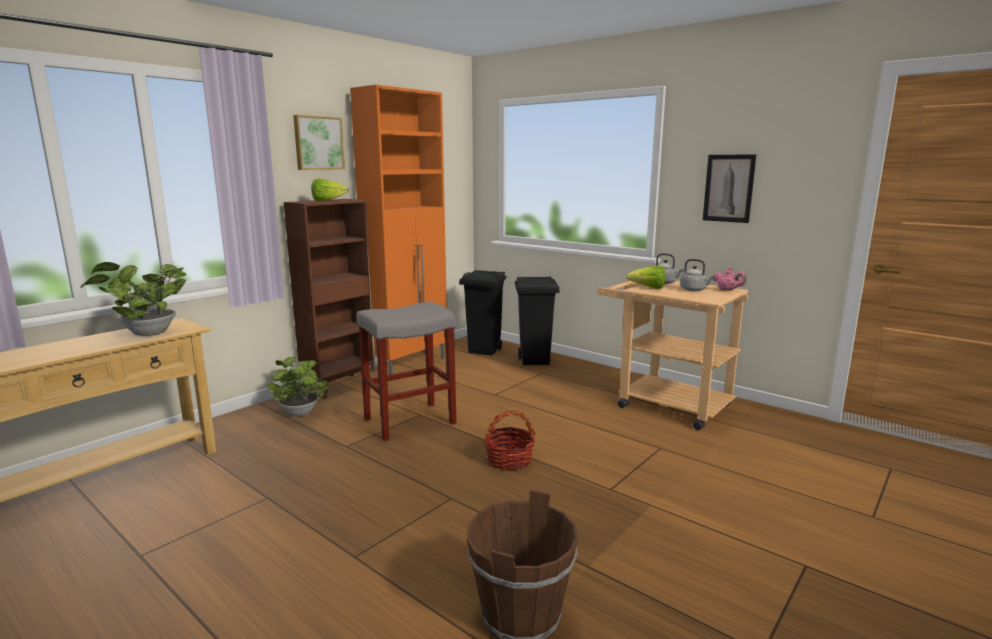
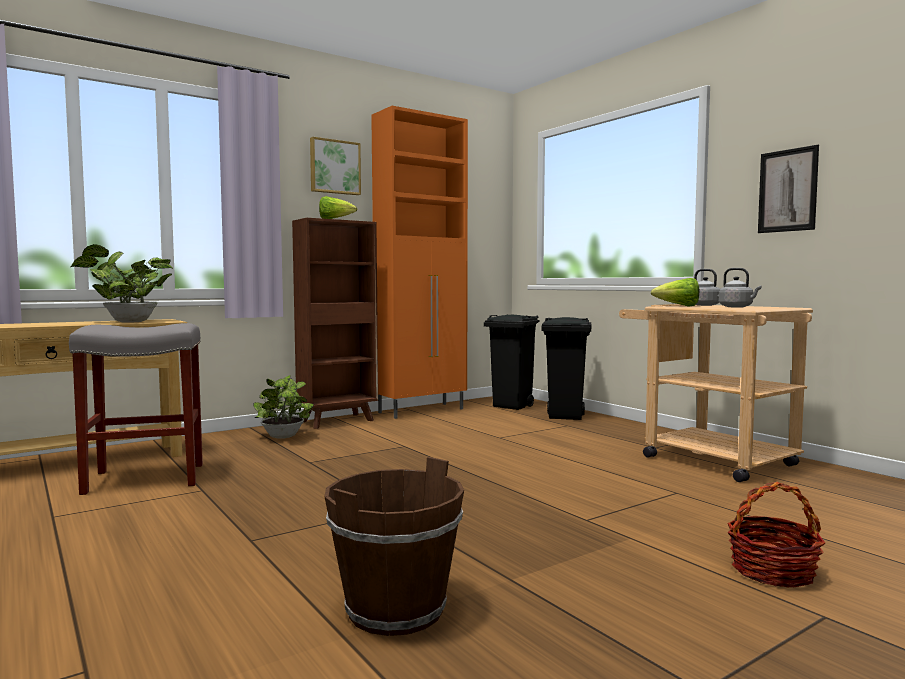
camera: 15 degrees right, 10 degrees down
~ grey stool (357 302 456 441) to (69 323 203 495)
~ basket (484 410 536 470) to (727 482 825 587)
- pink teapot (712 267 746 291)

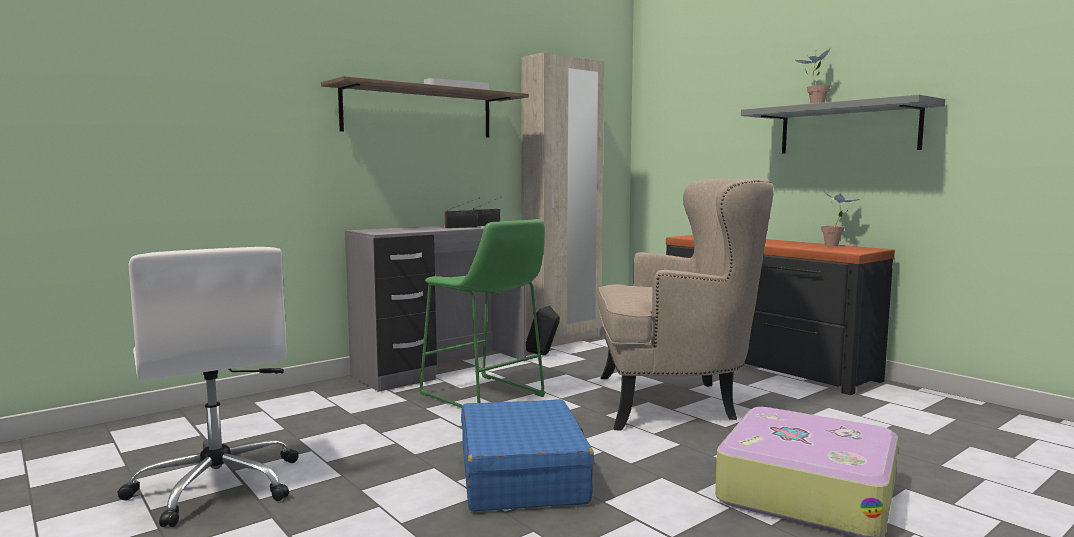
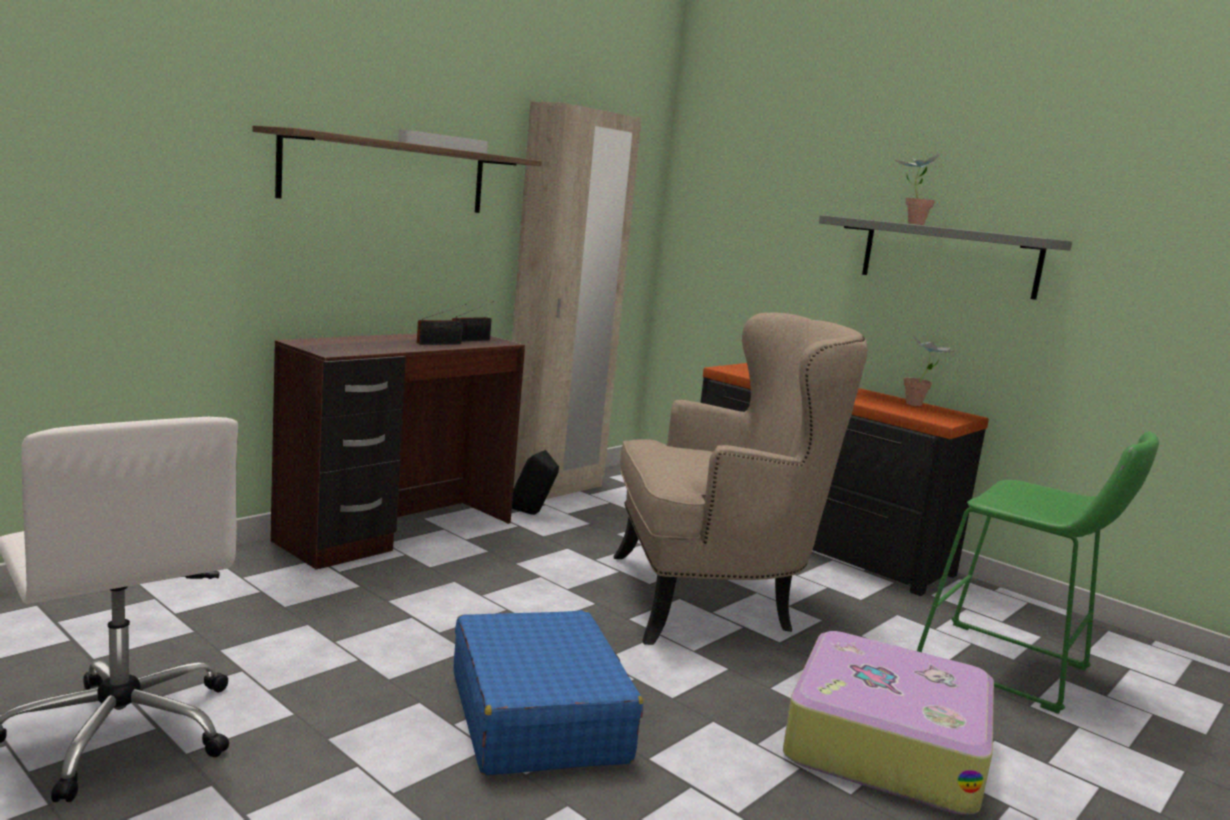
camera: 10 degrees left, 5 degrees up
~ grey desk (345 225 526 392) to brown desk (270 333 525 570)
~ green stool (419 219 546 408) to (916 431 1159 714)

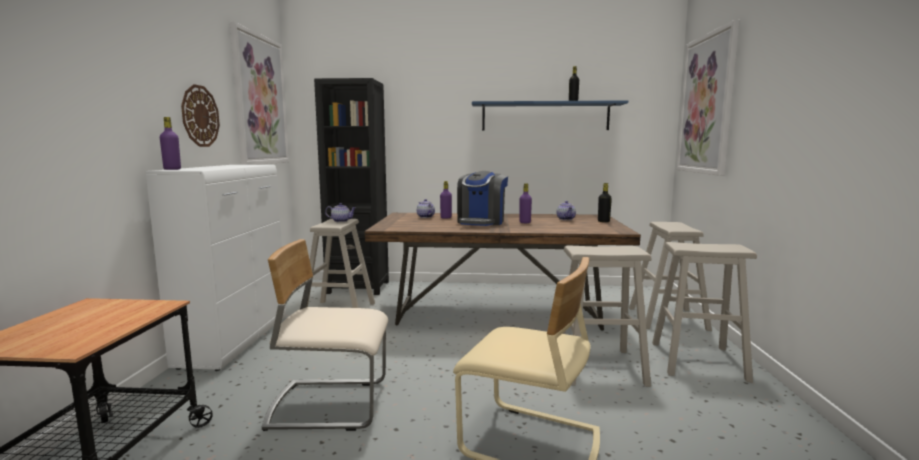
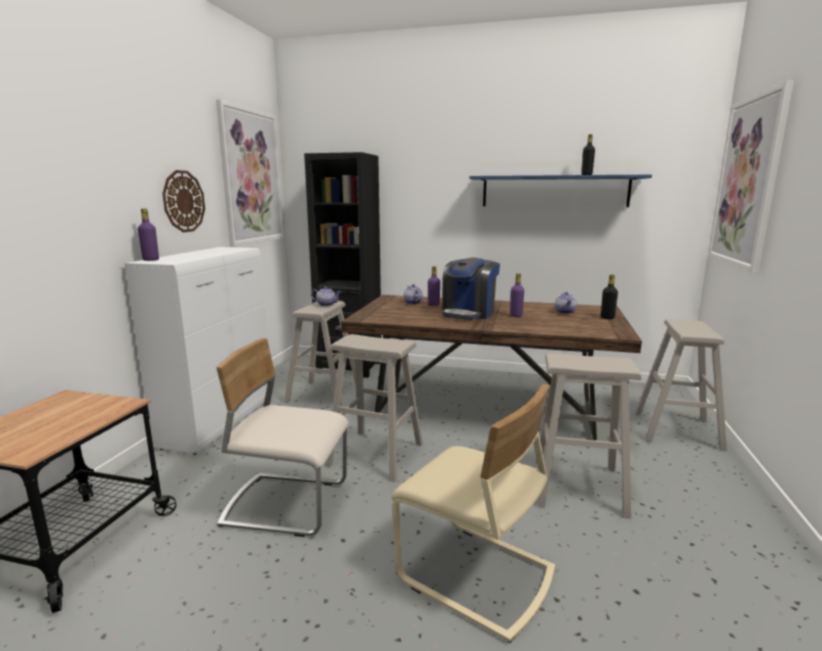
camera: 10 degrees right, 5 degrees up
~ beige stool (652 242 757 383) to (325 334 423 482)

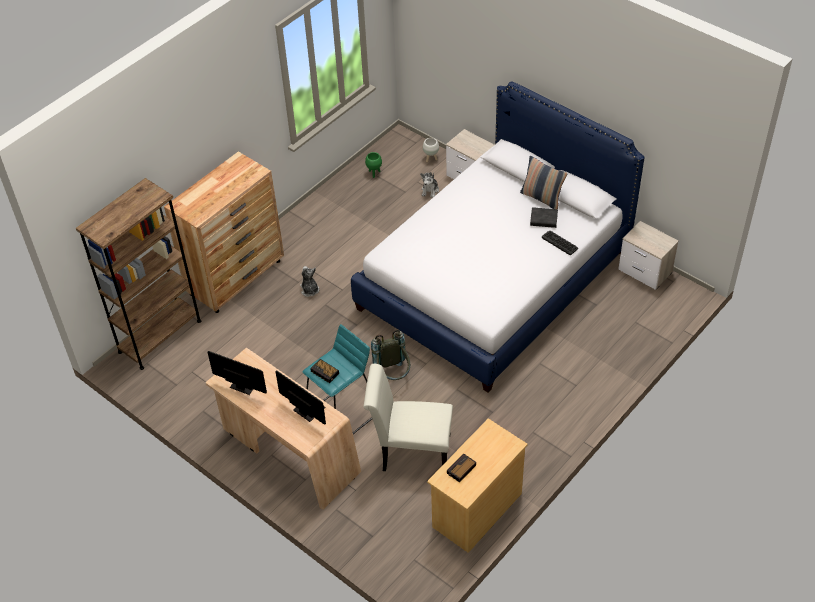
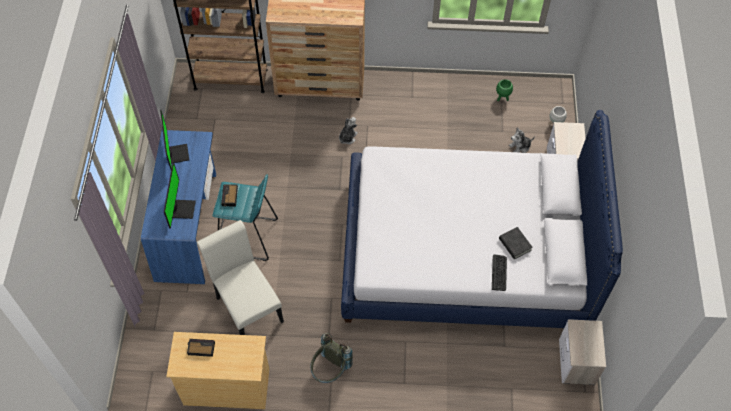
camera: 50 degrees right, 10 degrees up
~ beige desk (205 348 361 510) to blue desk (141 130 216 284)
~ grey backpack (371 330 410 380) to (310 333 353 383)
- pillow (520 156 567 209)

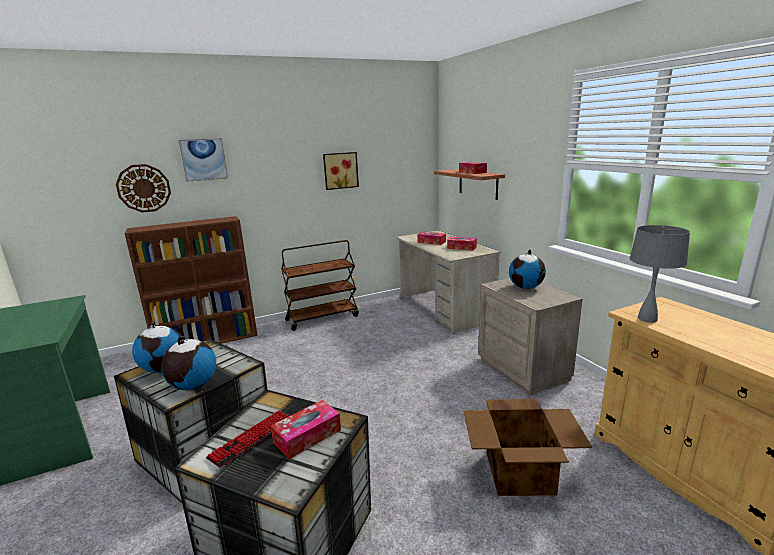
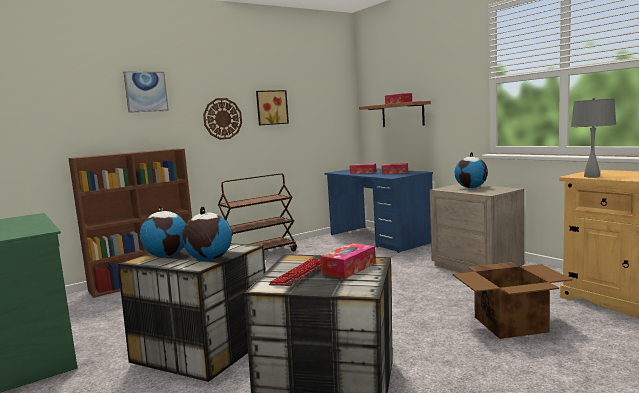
camera: 10 degrees left, 10 degrees down
~ wall clock (116 164 171 213) to (203 98 242 140)
~ beige desk (396 230 501 334) to blue desk (324 168 433 253)

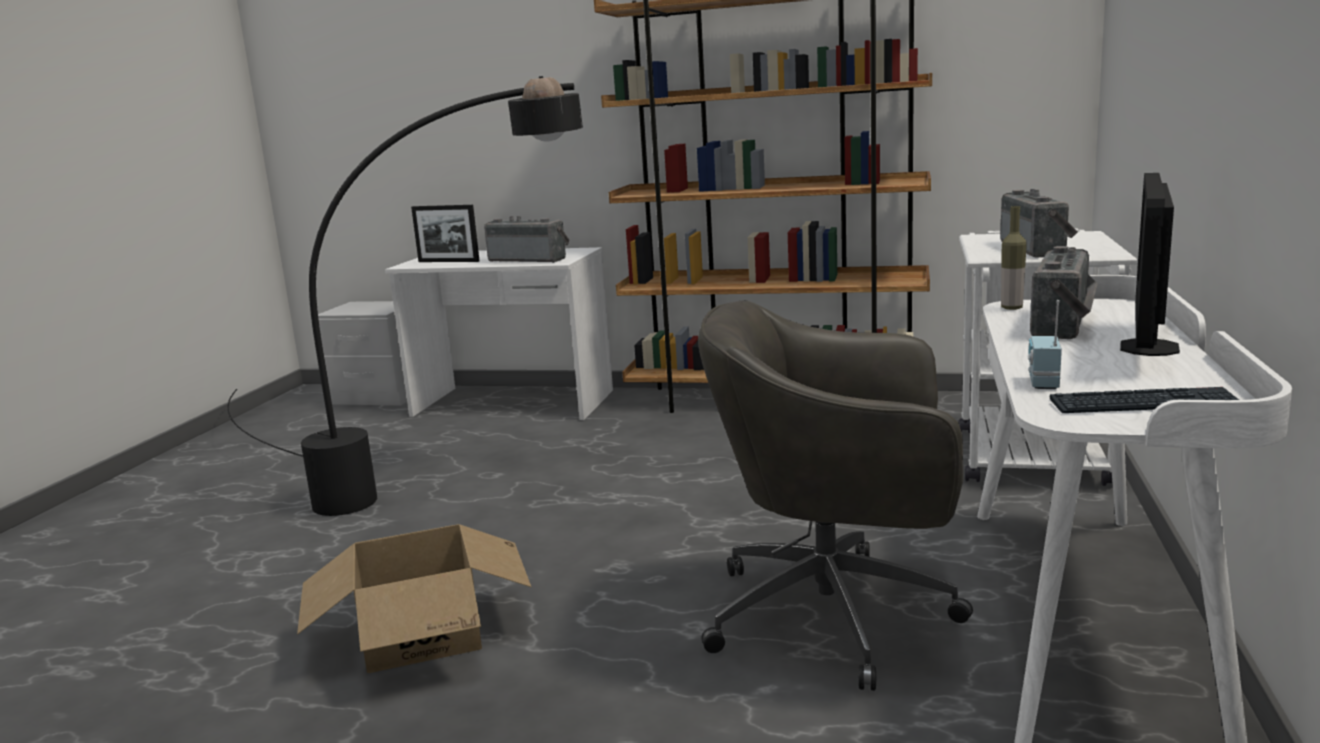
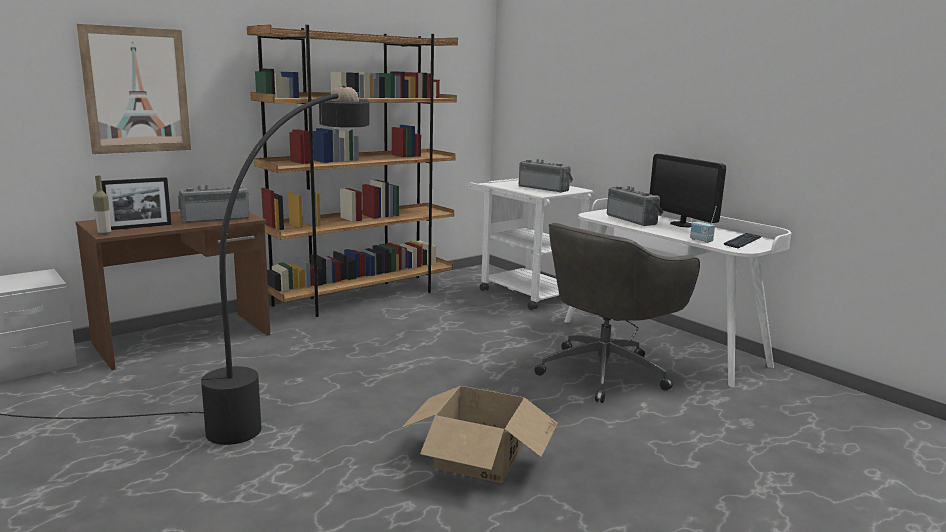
camera: 55 degrees left, 0 degrees up
~ white desk (385 247 613 420) to brown desk (76 211 270 370)
~ bottle (1001 206 1027 310) to (93 176 111 235)
+ picture (77 24 191 154)

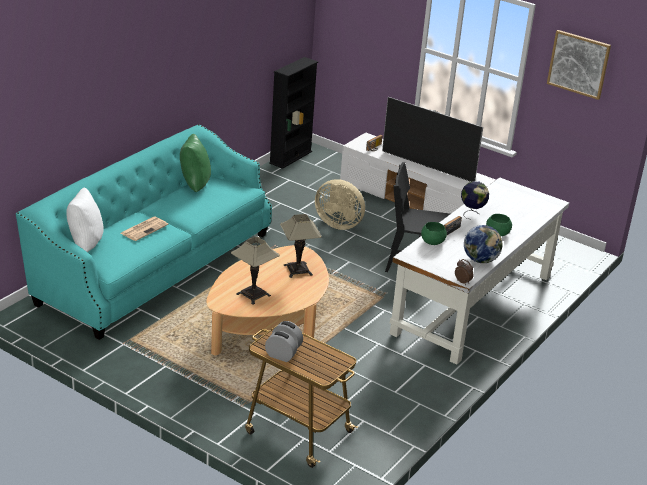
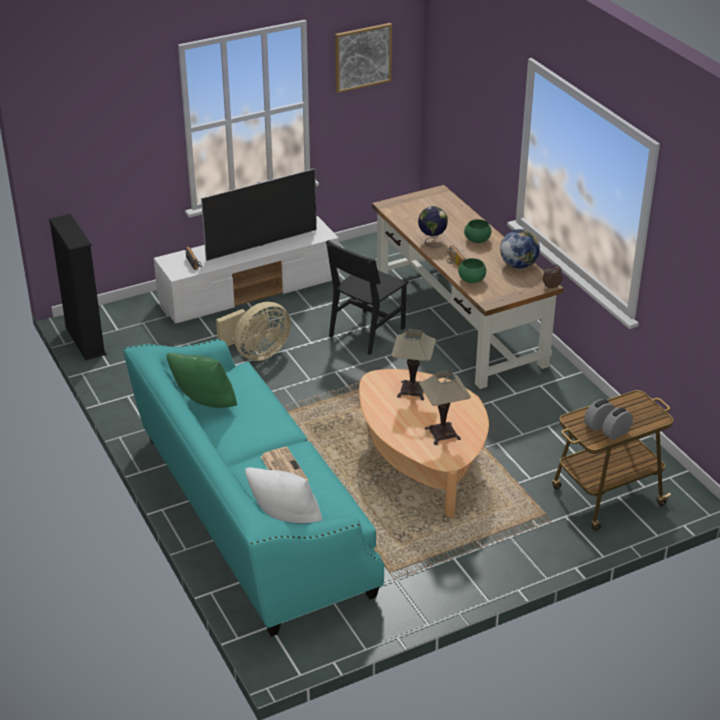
camera: 60 degrees left, 5 degrees up
~ white desk (390 177 569 365) to brown desk (372 185 564 389)

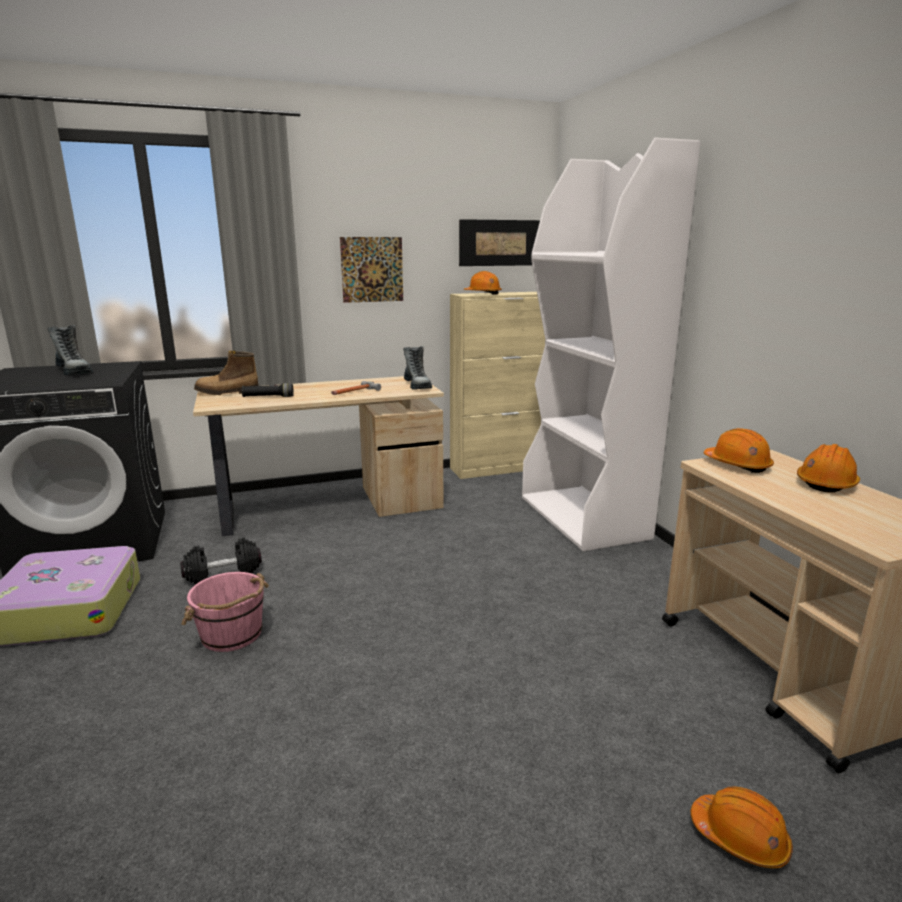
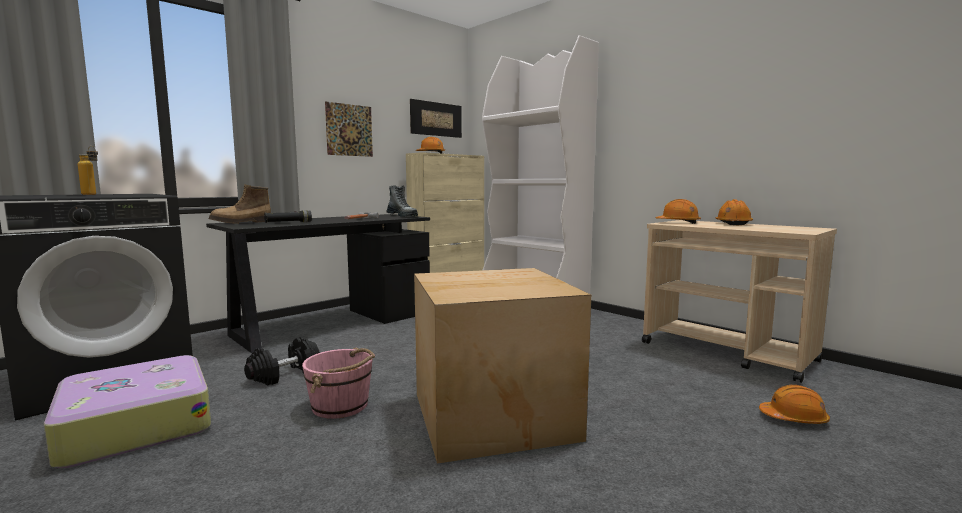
camera: 25 degrees left, 10 degrees down
~ boot (48 325 93 375) to bottle (78 146 98 195)
~ beige desk (193 376 444 536) to black desk (206 214 430 353)
+ cardboard box (414 268 591 463)

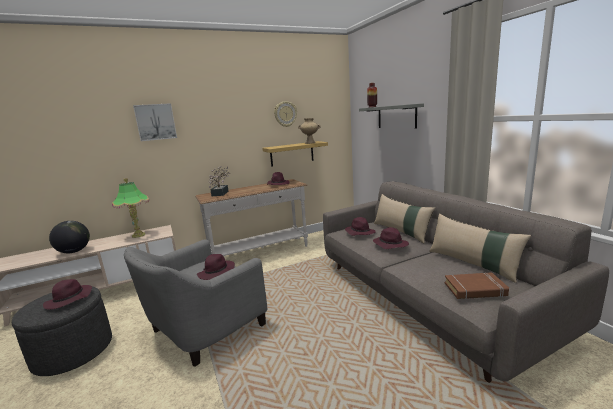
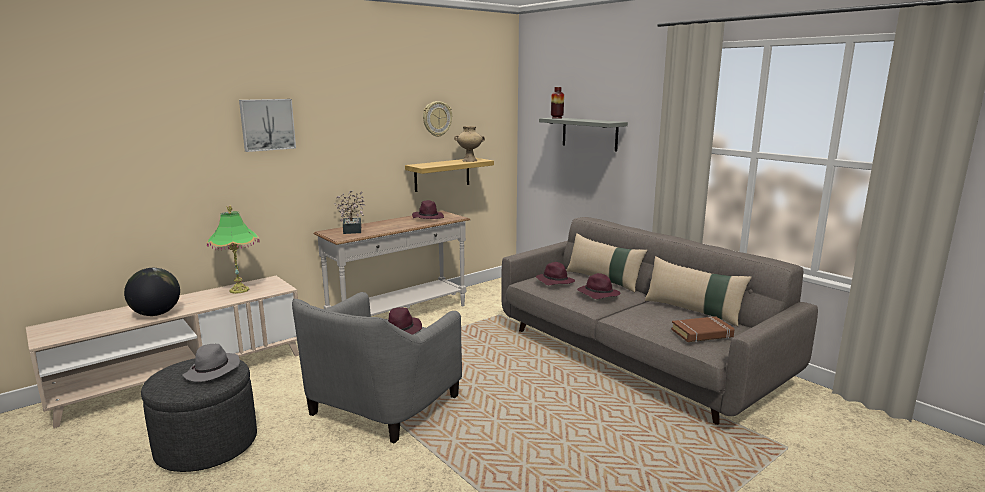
camera: 15 degrees left, 0 degrees up
~ purple hat (43 279 92 310) to grey hat (182 344 240 382)

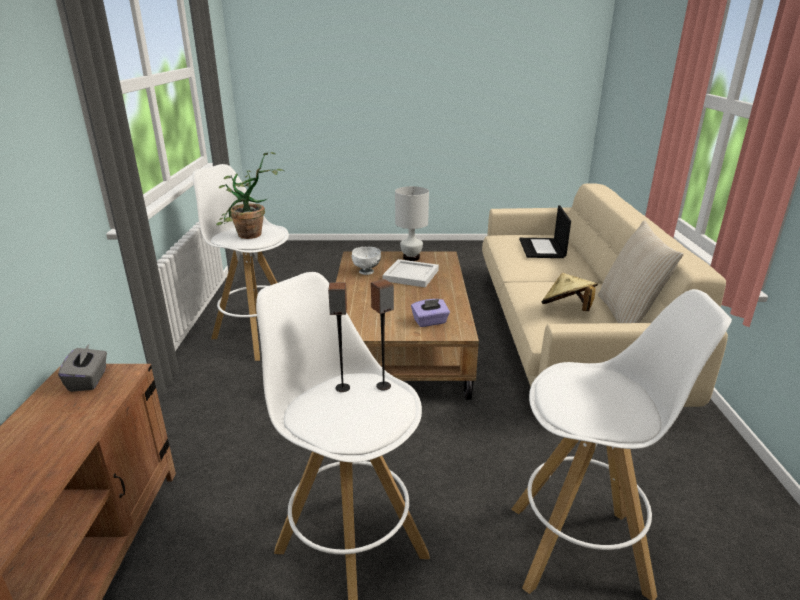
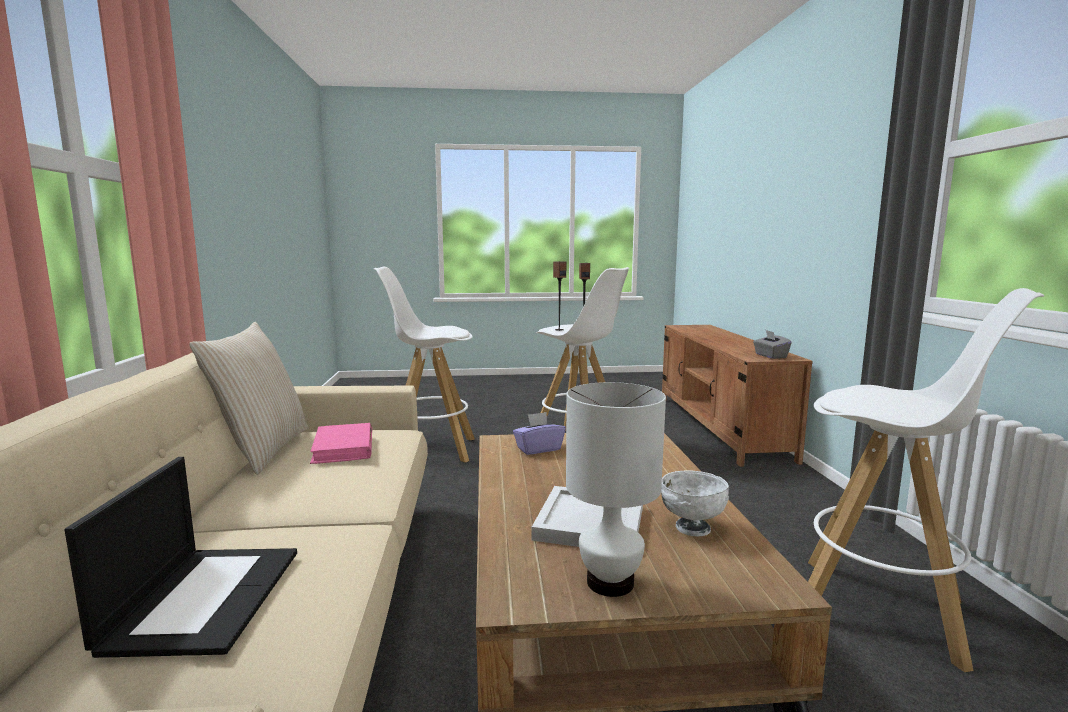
camera: 175 degrees right, 15 degrees down
- potted plant (216 152 284 239)
~ beige hat (542 273 598 311) to pink book (310 423 372 464)

